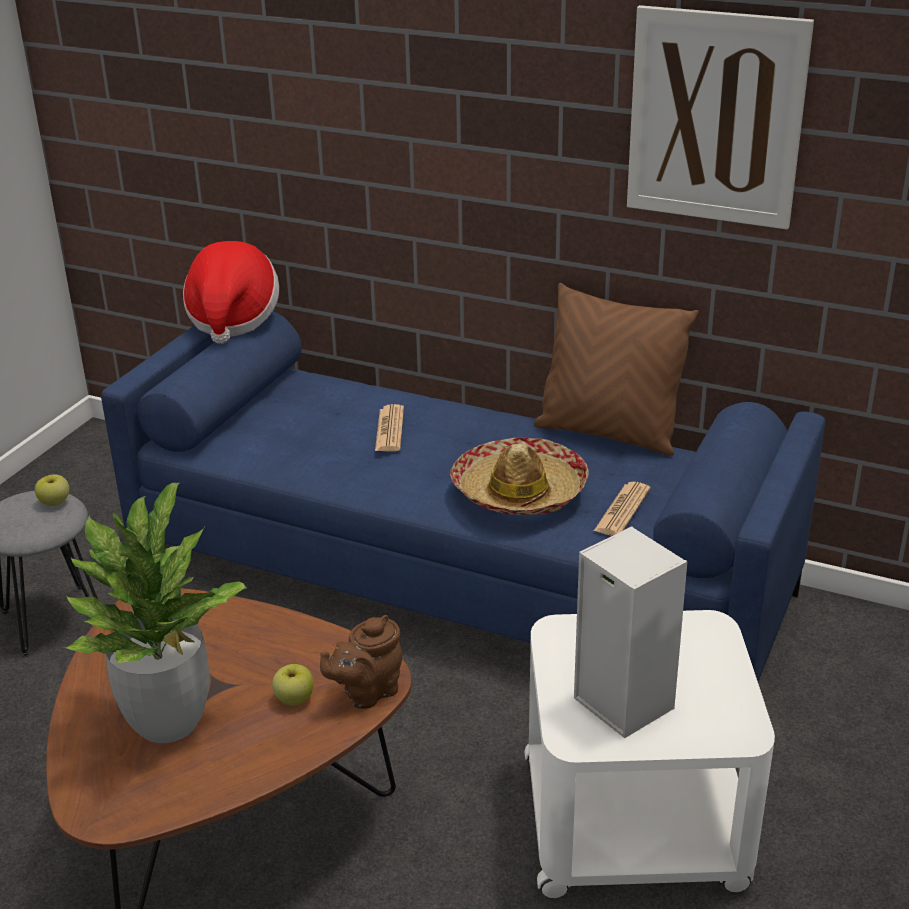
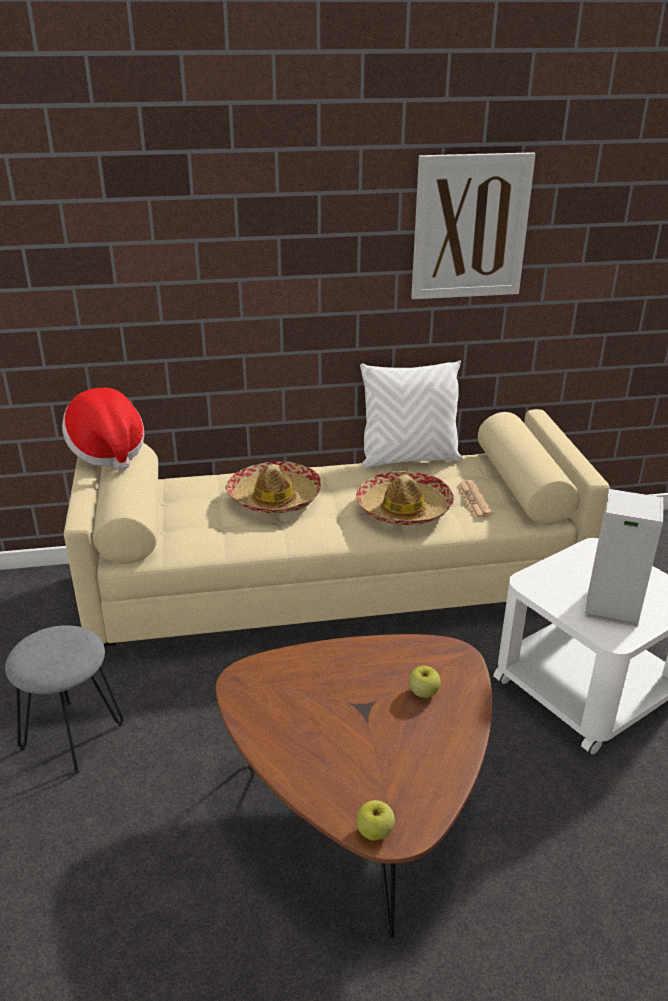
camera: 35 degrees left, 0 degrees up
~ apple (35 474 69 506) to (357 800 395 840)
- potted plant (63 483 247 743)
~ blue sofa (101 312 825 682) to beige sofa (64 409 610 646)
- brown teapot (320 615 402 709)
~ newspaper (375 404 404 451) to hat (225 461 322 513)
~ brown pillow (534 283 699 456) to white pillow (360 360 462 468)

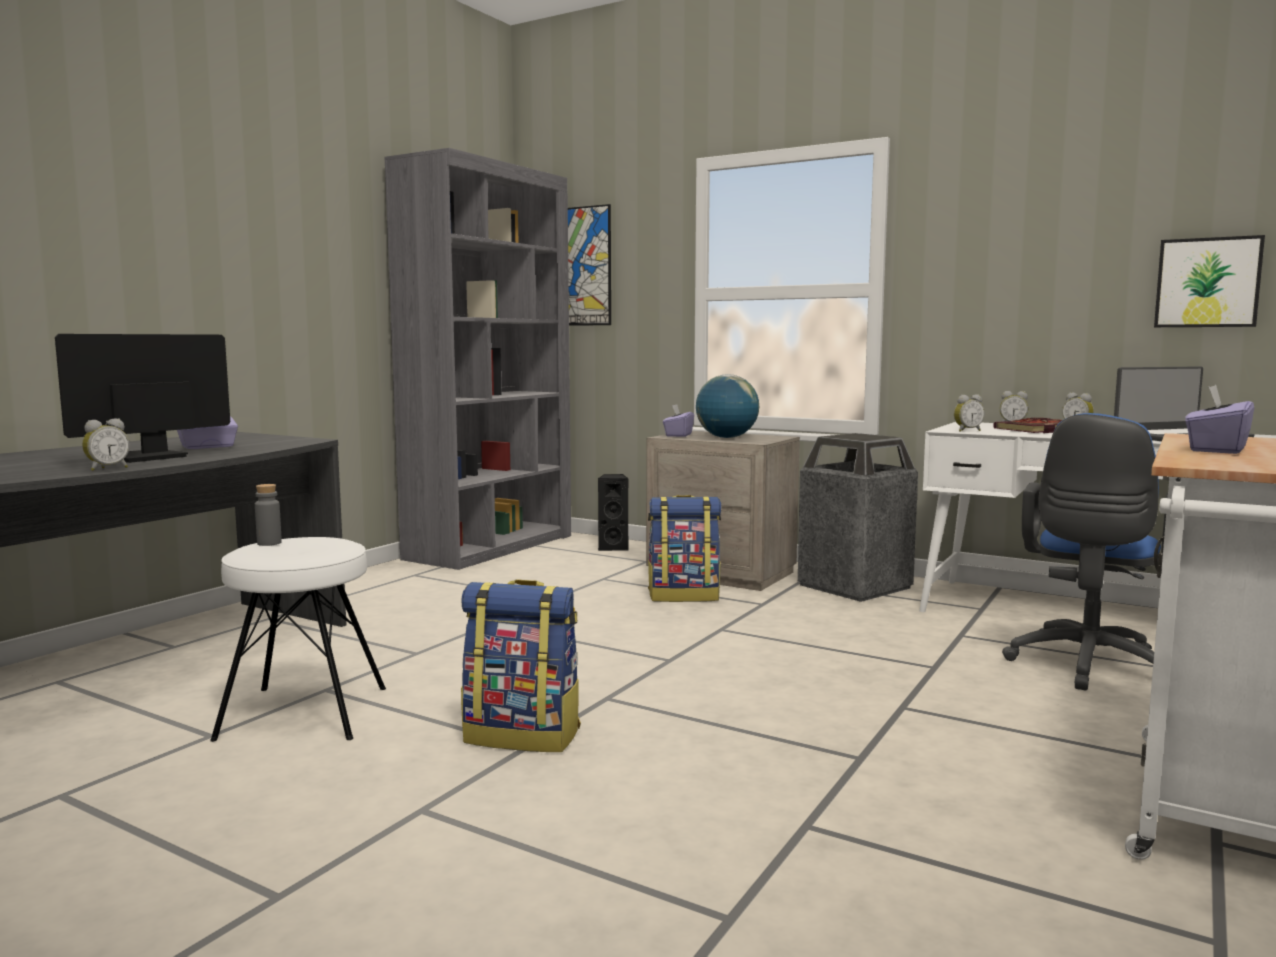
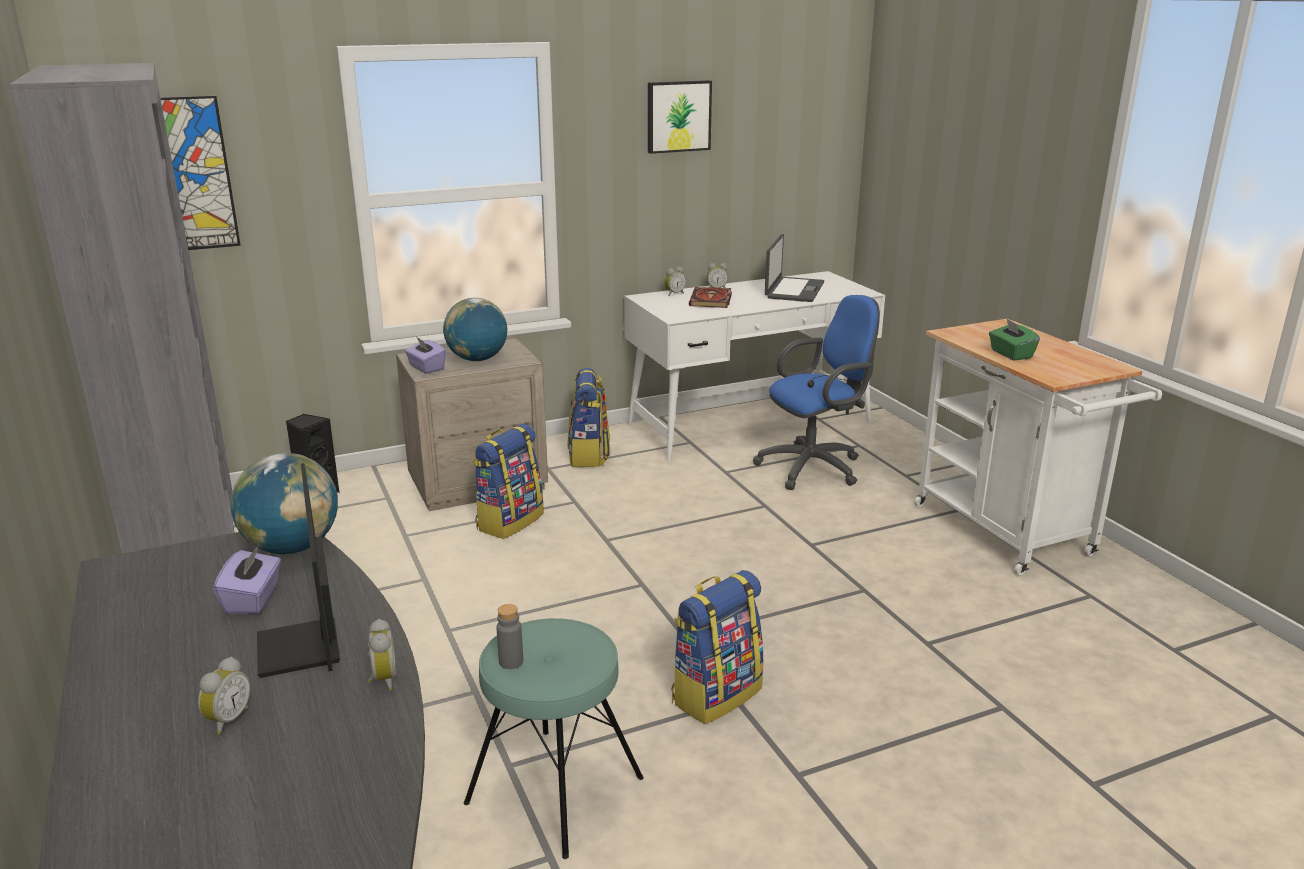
camera: 55 degrees left, 15 degrees up
~ white stool (210 537 386 742) to turquoise stool (464 618 644 859)
~ trash can (798 433 918 602) to backpack (568 368 610 467)
~ alarm clock (954 395 985 432) to (198 657 250 735)
~ blue office chair (1002 413 1168 690) = (753 295 880 490) 90 degrees counterclockwise
~ picture (1154 235 1265 327) to (648 80 712 154)
~ purple tissue box (1185 385 1254 454) to green tissue box (989 318 1040 360)
+ globe (230 453 338 554)

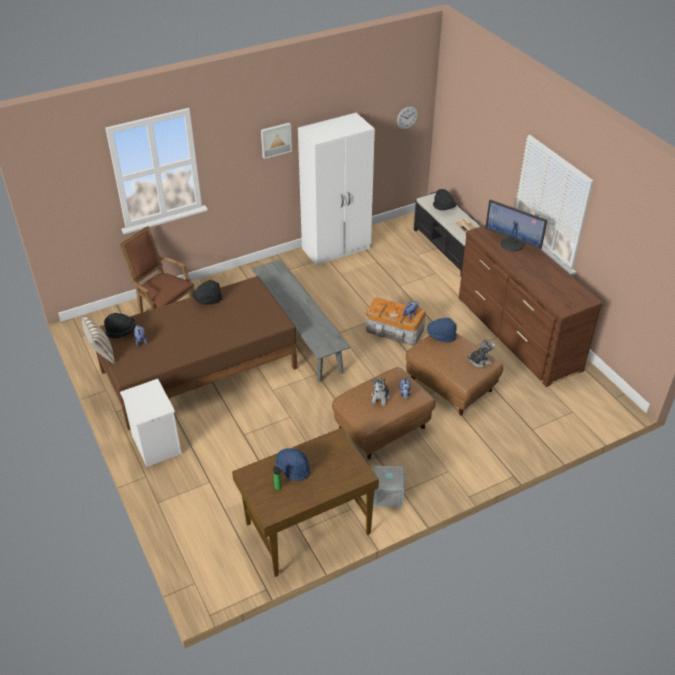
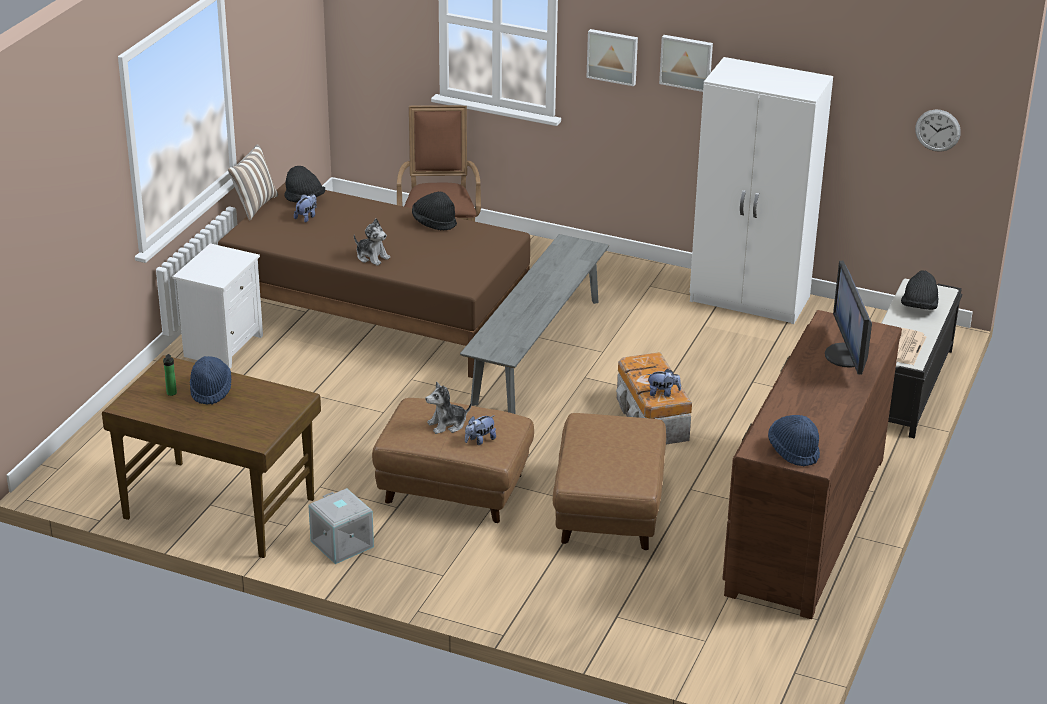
camera: 50 degrees right, 10 degrees down
~ blue hat (427 318 457 342) to (768 415 820 466)
~ plush toy (467 338 495 367) to (354 218 390 266)
+ picture (586 29 638 86)

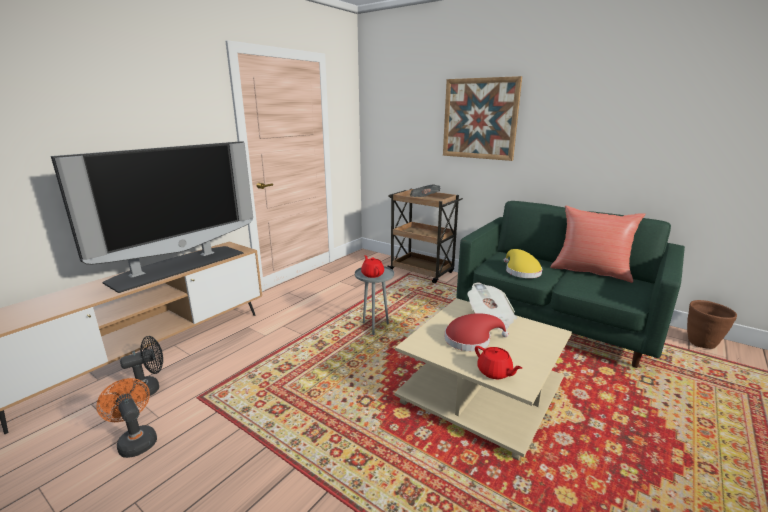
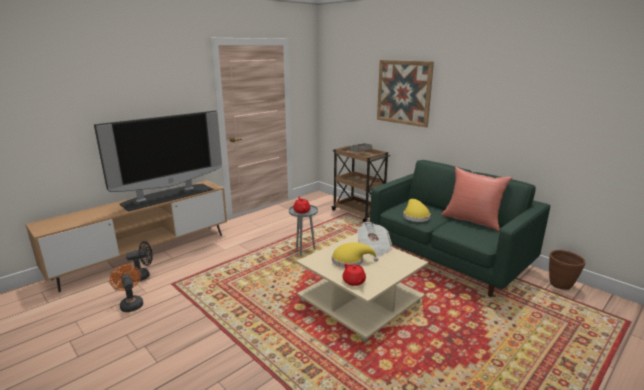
camera: 10 degrees right, 0 degrees up
~ red hat (445 313 509 351) to yellow hat (332 243 378 268)

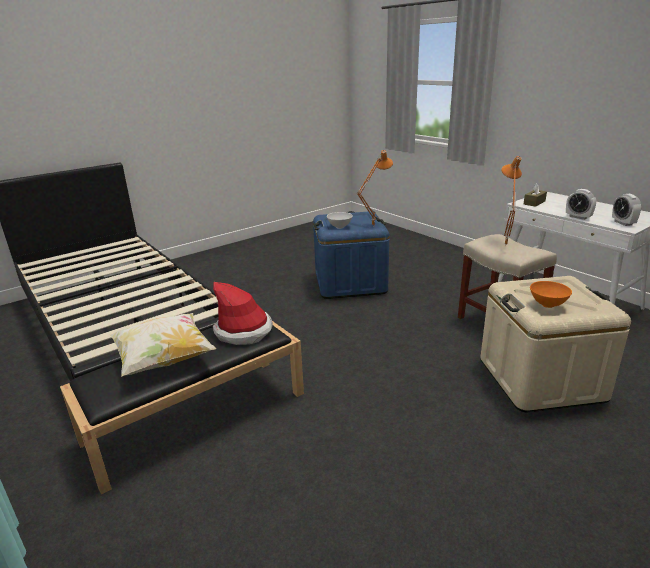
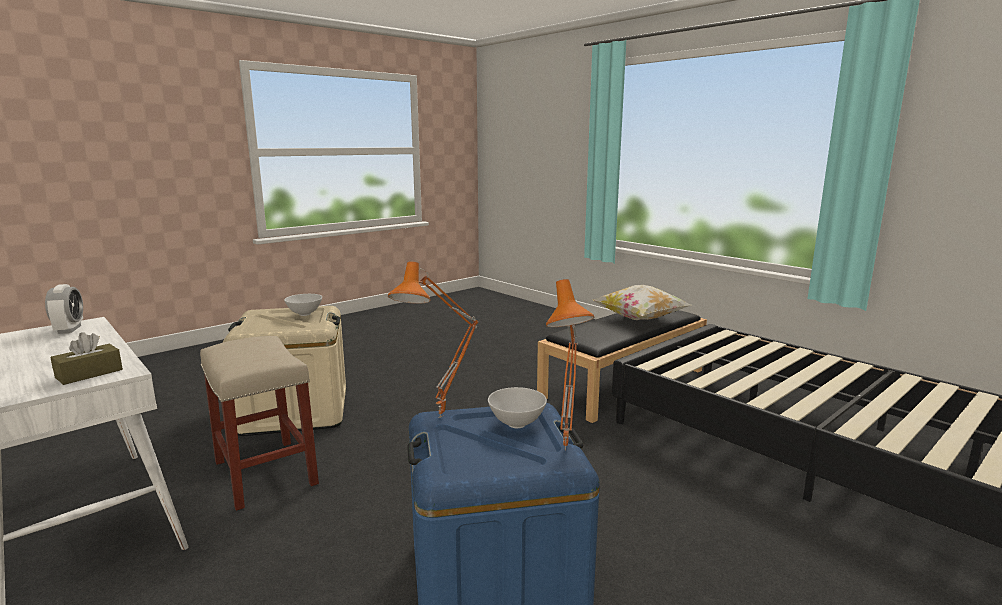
camera: 175 degrees right, 10 degrees down
- hat (213 282 273 345)
~ orange table lamp (501 156 522 246) to (546 279 594 450)
~ orange bowl (530 281 572 308) to white bowl (284 294 322 316)
- alarm clock (566 189 596 220)

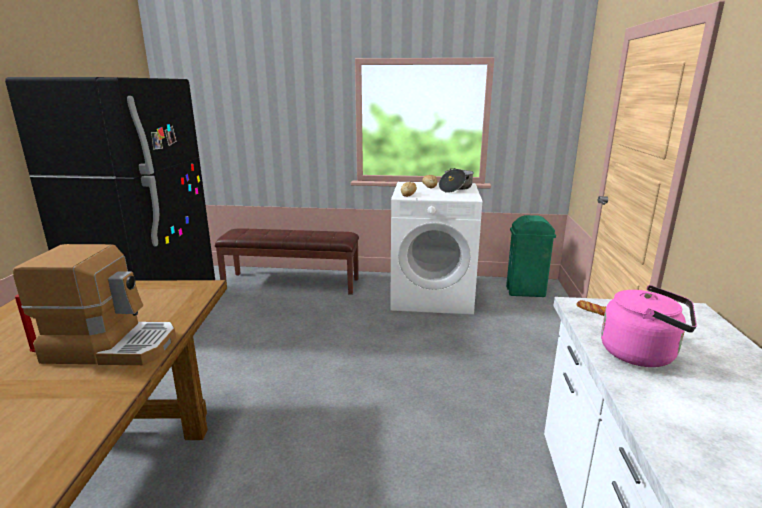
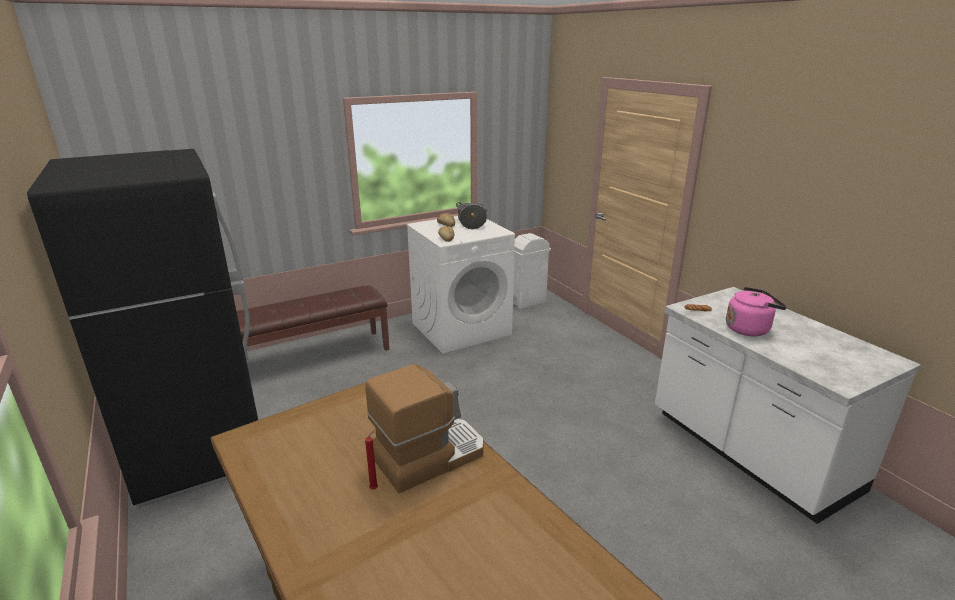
camera: 35 degrees left, 5 degrees up
~ green trash can (506 215 556 297) to white trash can (513 233 551 309)

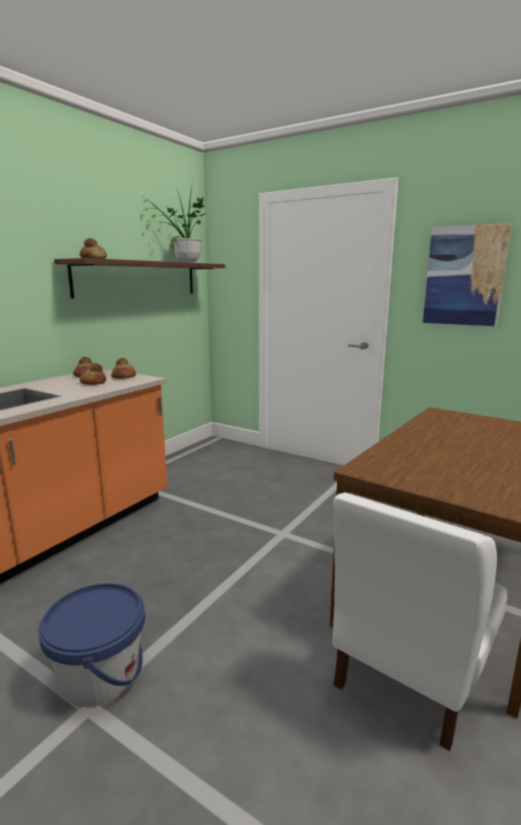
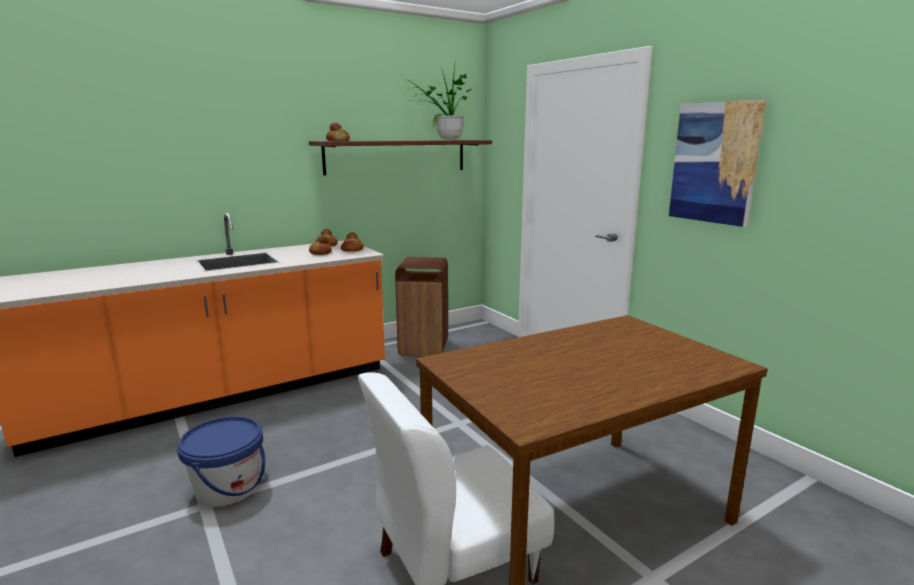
camera: 25 degrees right, 0 degrees up
+ brown trash can (395 257 448 357)

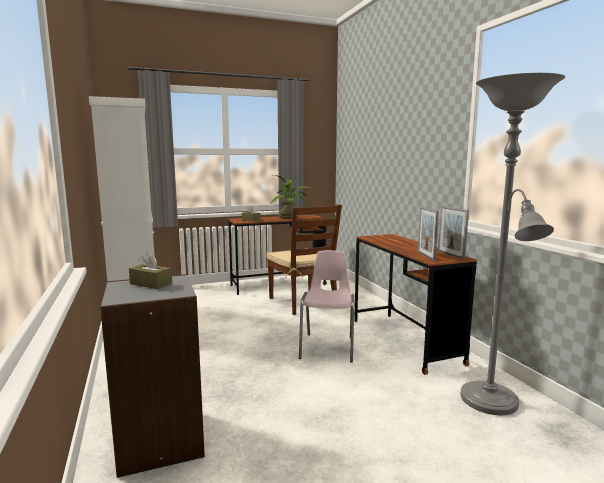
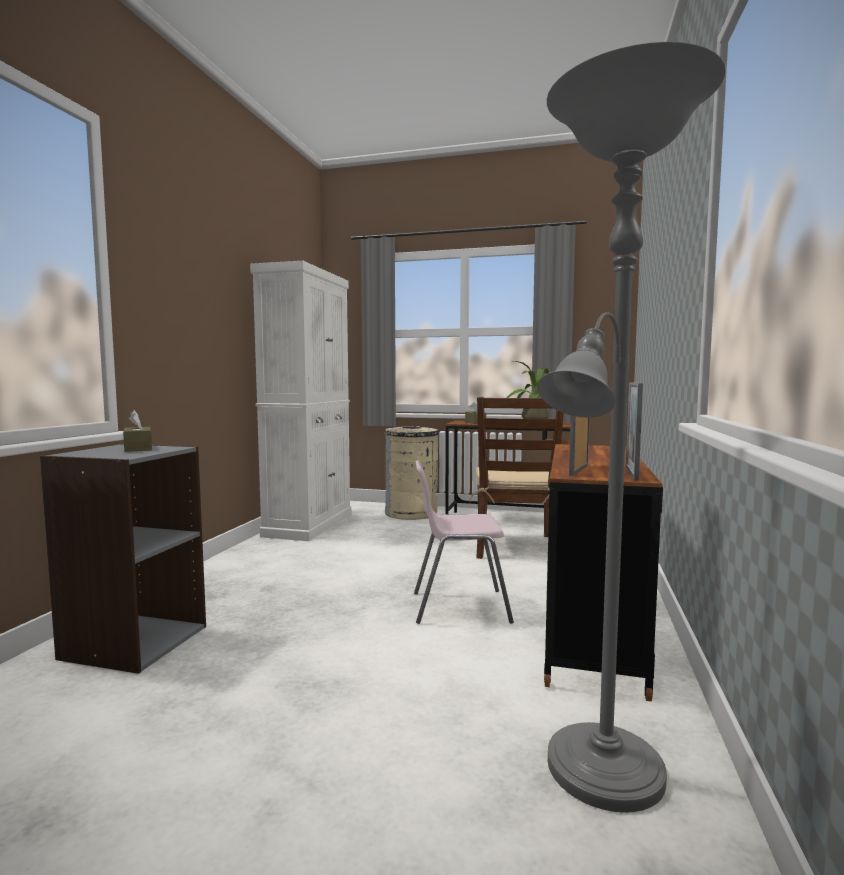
camera: 35 degrees right, 5 degrees down
~ pink chair (299 250 355 362) = (414 460 514 624) 135 degrees counterclockwise
+ beige trash can (385 426 439 520)

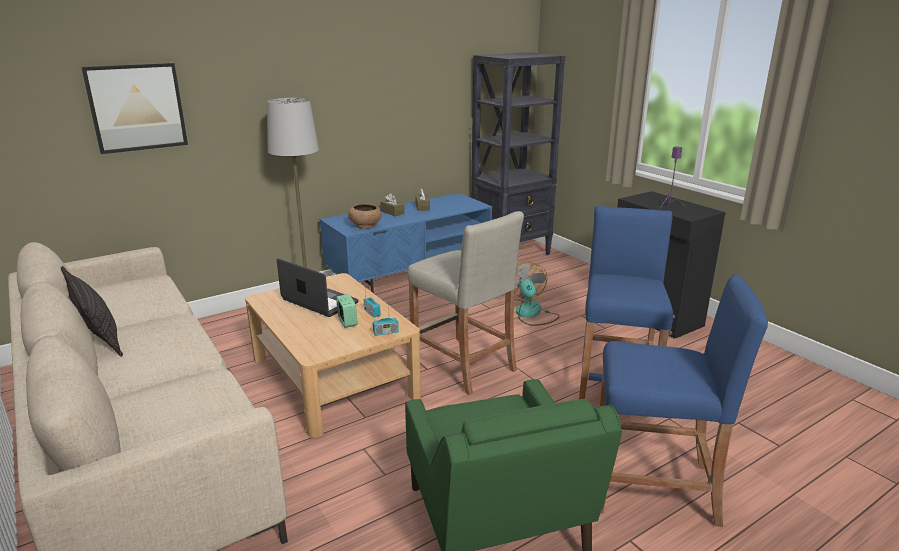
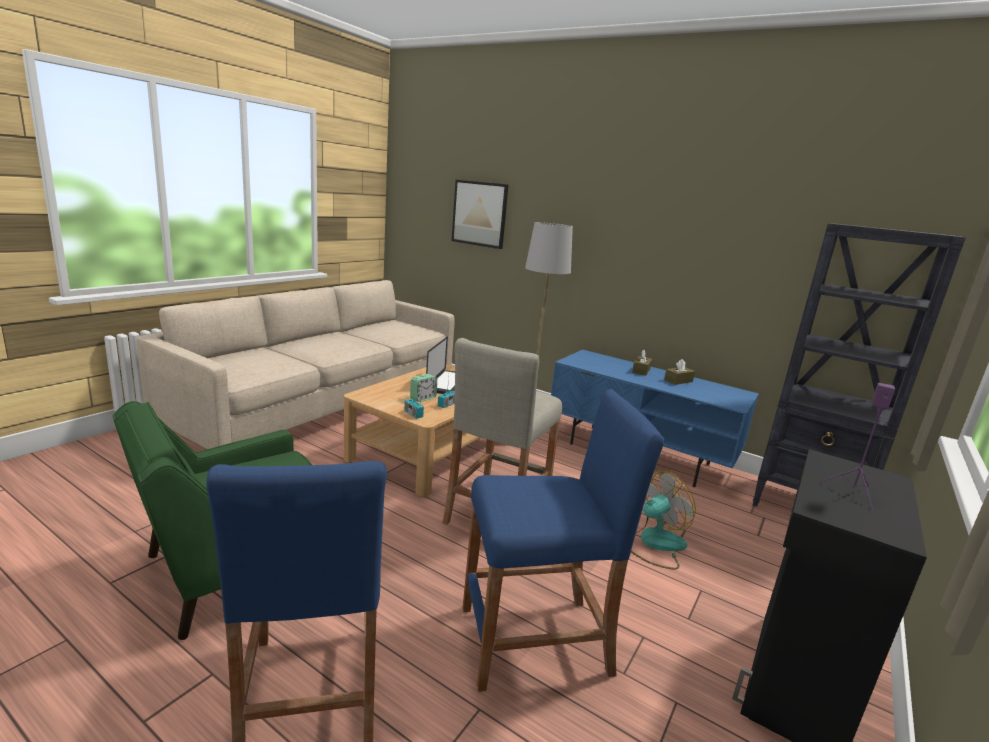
camera: 65 degrees right, 5 degrees down
- pillow (61 266 123 357)
- brown bowl (348 203 382 229)

